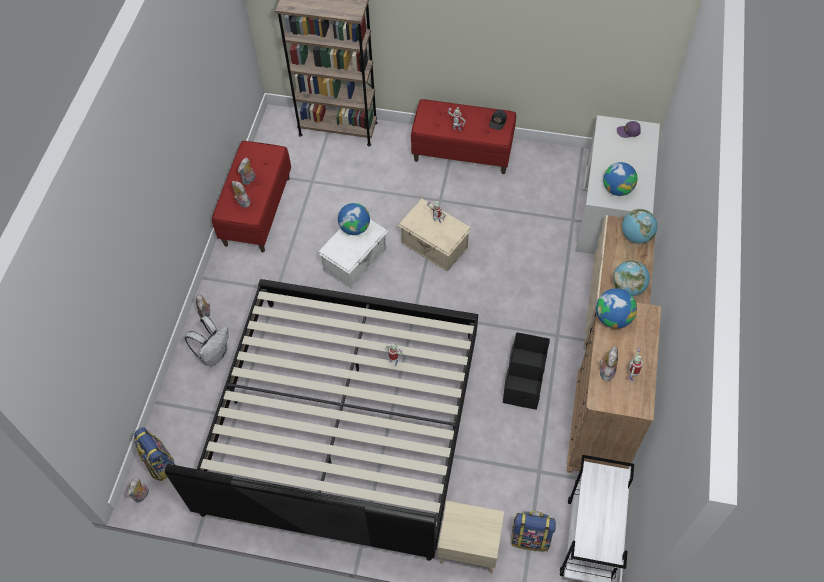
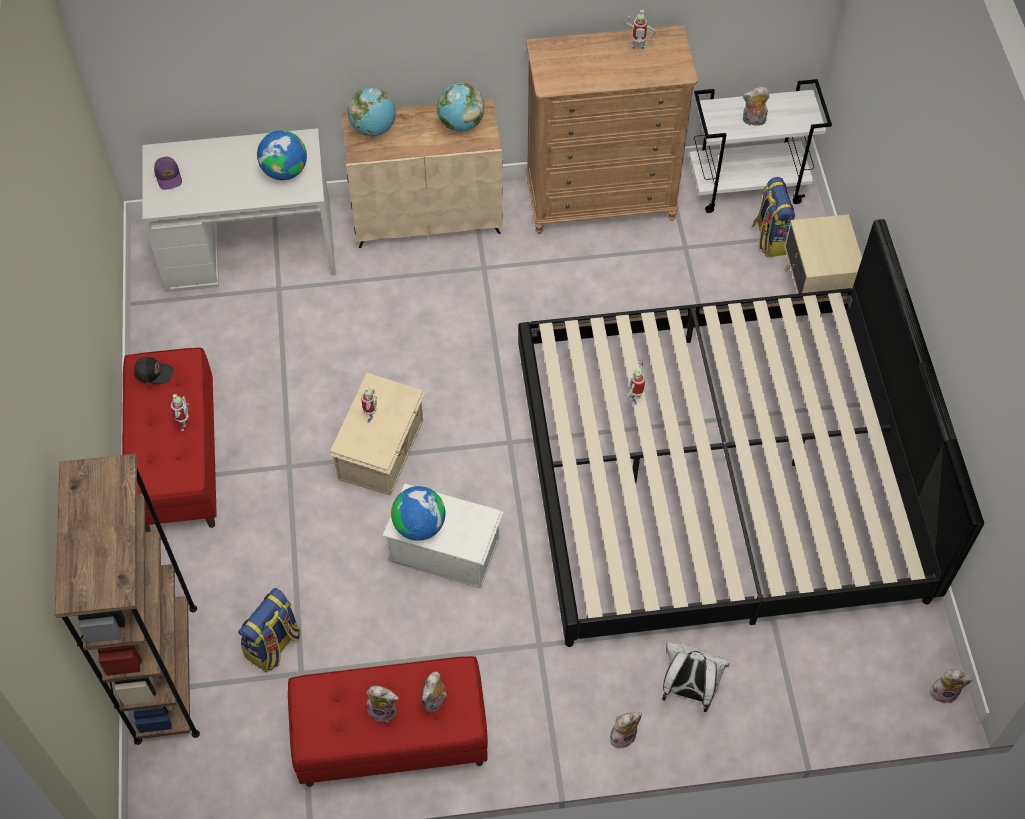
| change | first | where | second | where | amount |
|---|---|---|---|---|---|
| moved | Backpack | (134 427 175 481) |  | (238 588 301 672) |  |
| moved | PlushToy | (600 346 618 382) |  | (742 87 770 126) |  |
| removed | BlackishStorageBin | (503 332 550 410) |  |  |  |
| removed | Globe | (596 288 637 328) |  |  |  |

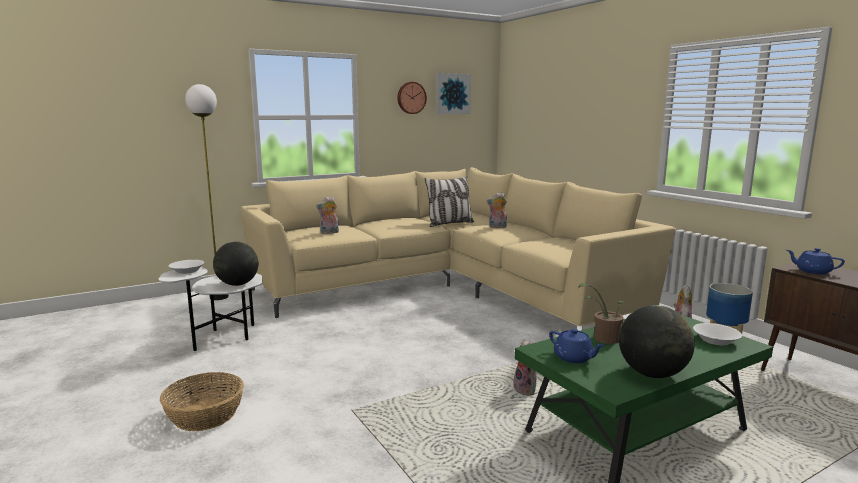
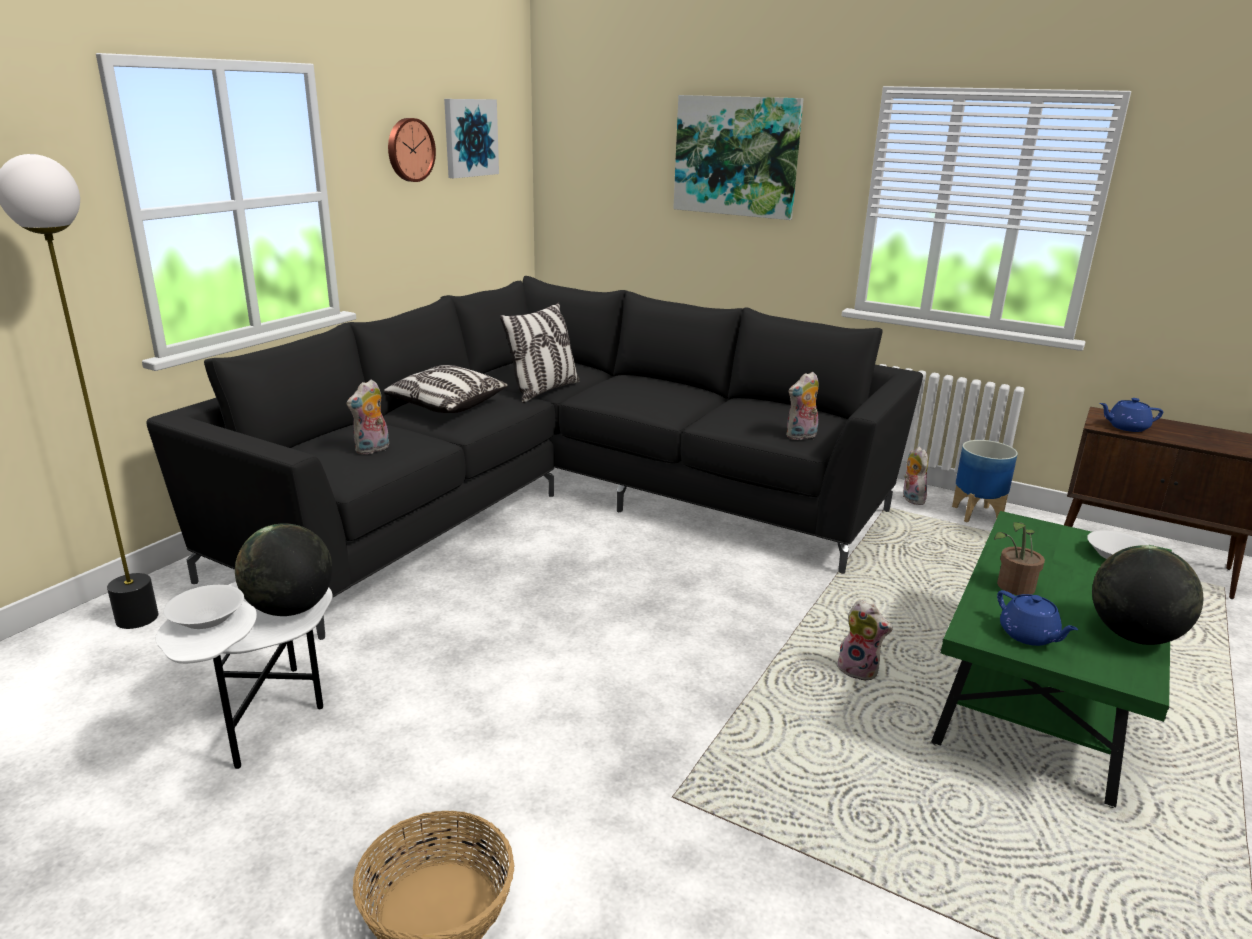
| change | first | where | second | where | amount |
|---|---|---|---|---|---|
| recoloured | BeigeColouredSofa | (241 167 675 331) | BlackishSofa | (146 276 923 640) |  |
| added |  |  | Cushion | (384 365 508 413) |  |
| added |  |  | Picture | (673 95 804 220) |  |
| moved | PlushToy | (486 193 507 228) |  | (786 372 819 440) |  |
| turned | BlueTeapot | (549 329 605 363) |  | (997 590 1078 646) | 45 degrees clockwise |

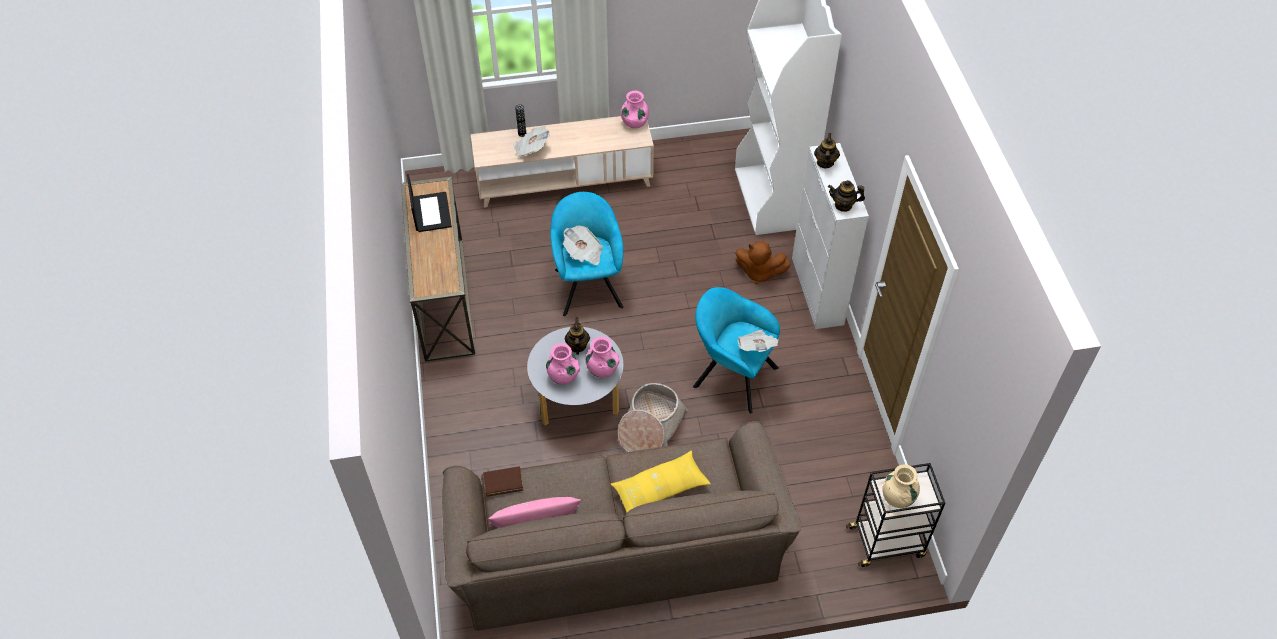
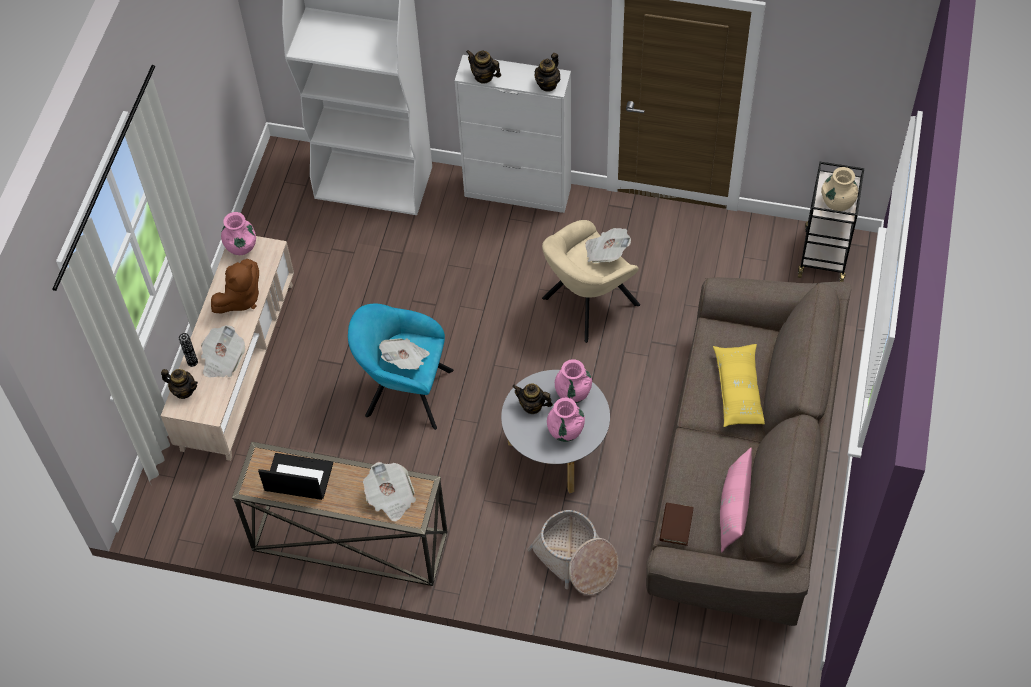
| change | first | where | second | where | amount |
|---|---|---|---|---|---|
| added |  |  | Teapot | (161 369 198 399) |  |
| moved | BrownColouredPlushToy | (735 241 791 284) |  | (211 259 259 314) |  |
| added |  |  | PrintedPaper | (363 462 416 521) |  |
| moved | HouseholdBasket | (618 383 688 452) |  | (527 510 619 595) |  |
| recoloured | TurquoiseColouredArmchair | (693 287 780 413) | BeigeColouredArmchair | (542 220 640 343) |  |

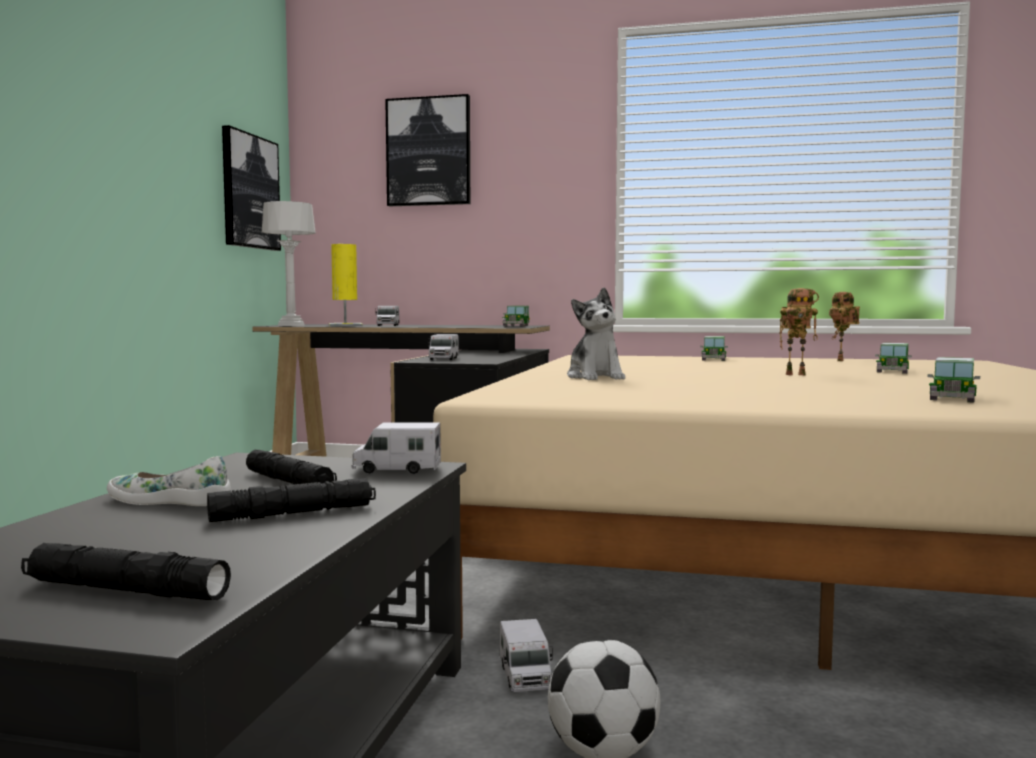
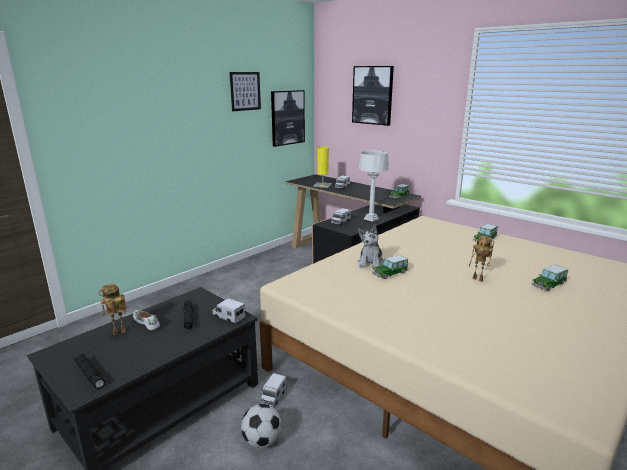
| change | first | where | second | where | amount |
|---|---|---|---|---|---|
| moved | ToyRobot | (829 292 860 361) |  | (99 284 127 335) |  |
| added |  |  | Picture | (230 72 261 111) |  |
| moved | GreyishLampForATable | (262 201 316 326) |  | (359 151 389 222) |  |
| moved | ToyCar | (928 357 980 403) |  | (372 255 408 279) |  |
| removed | BlackishTorch | (207 478 376 522) |  |  |  |

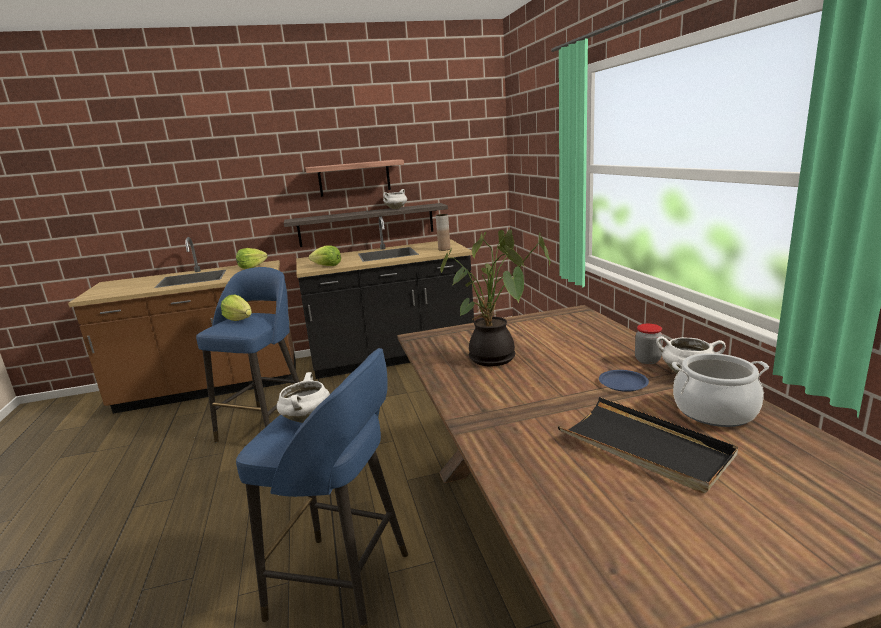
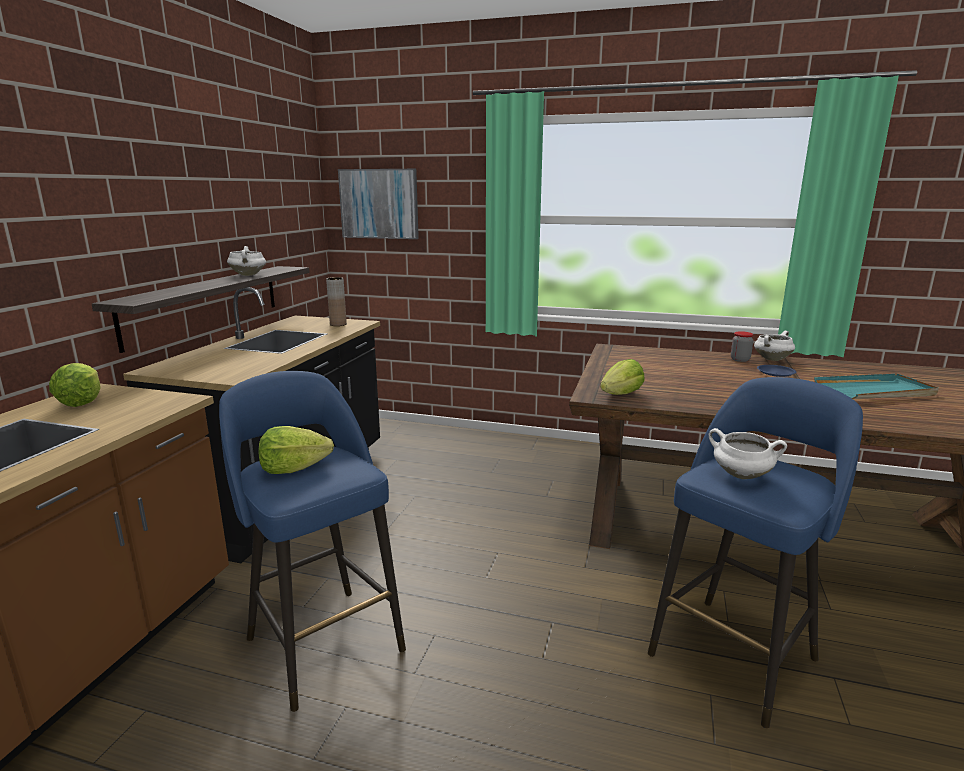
| change | first | where | second | where | amount |
|---|---|---|---|---|---|
| added |  |  | Picture | (338 169 419 239) |  |
| moved | HeadOfLettuce | (309 245 341 266) |  | (600 359 645 395) |  |
| recoloured | BlackishTray | (558 397 738 493) | TurquoiseColouredTray | (814 374 939 399) |  |
| removed | Shelf | (305 159 404 197) |  |  |  |
| removed | Houseplant | (440 229 551 366) |  |  |  |
| removed | CookingPot | (672 353 769 427) |  |  |  |

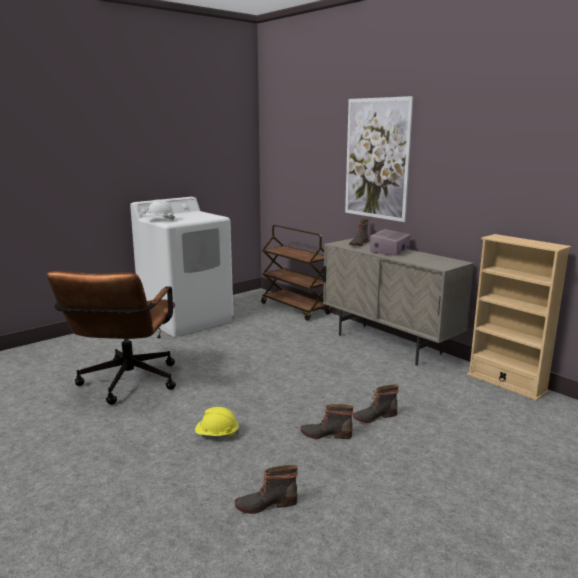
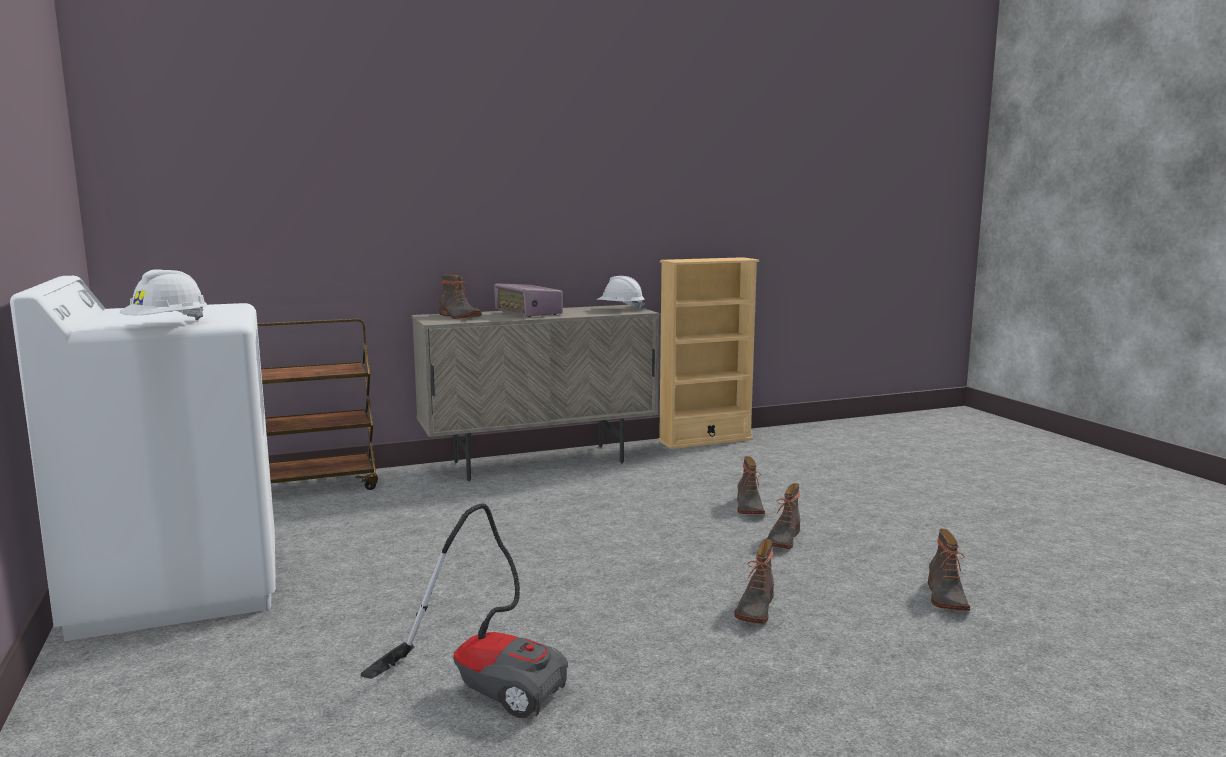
| change | first | where | second | where | amount |
|---|---|---|---|---|---|
| replaced | BrownColouredComputerChair | (46 271 176 405) | Hoover | (360 503 568 718) |  |
| added |  |  | WhiteWorkHelmet | (597 276 645 310) |  |
| replaced | YellowColouredWorkHelmet | (195 407 240 436) | HighTopBoot | (734 539 774 624) |  |
| removed | Picture | (345 96 414 222) |  |  |  |

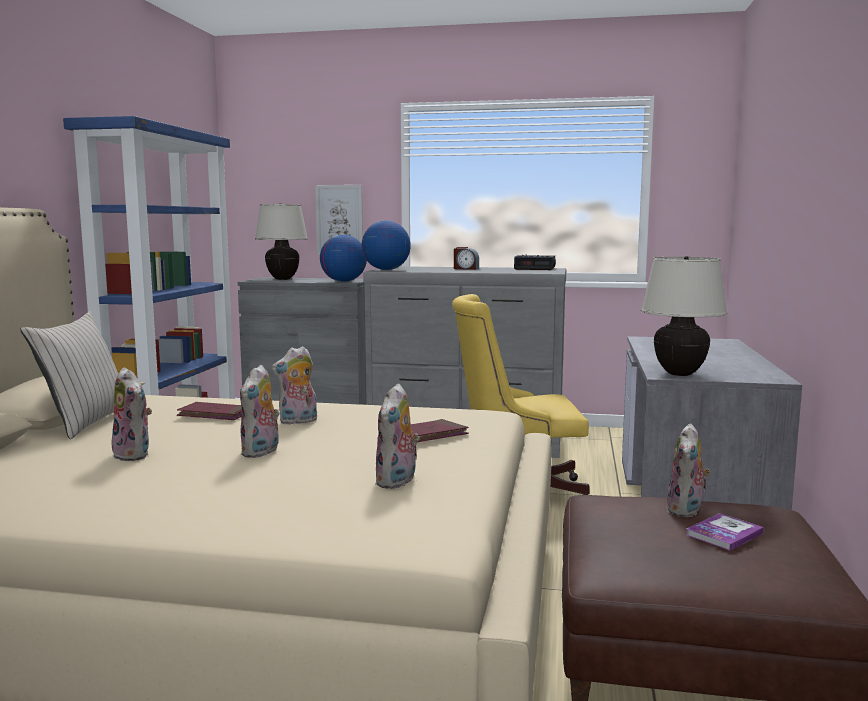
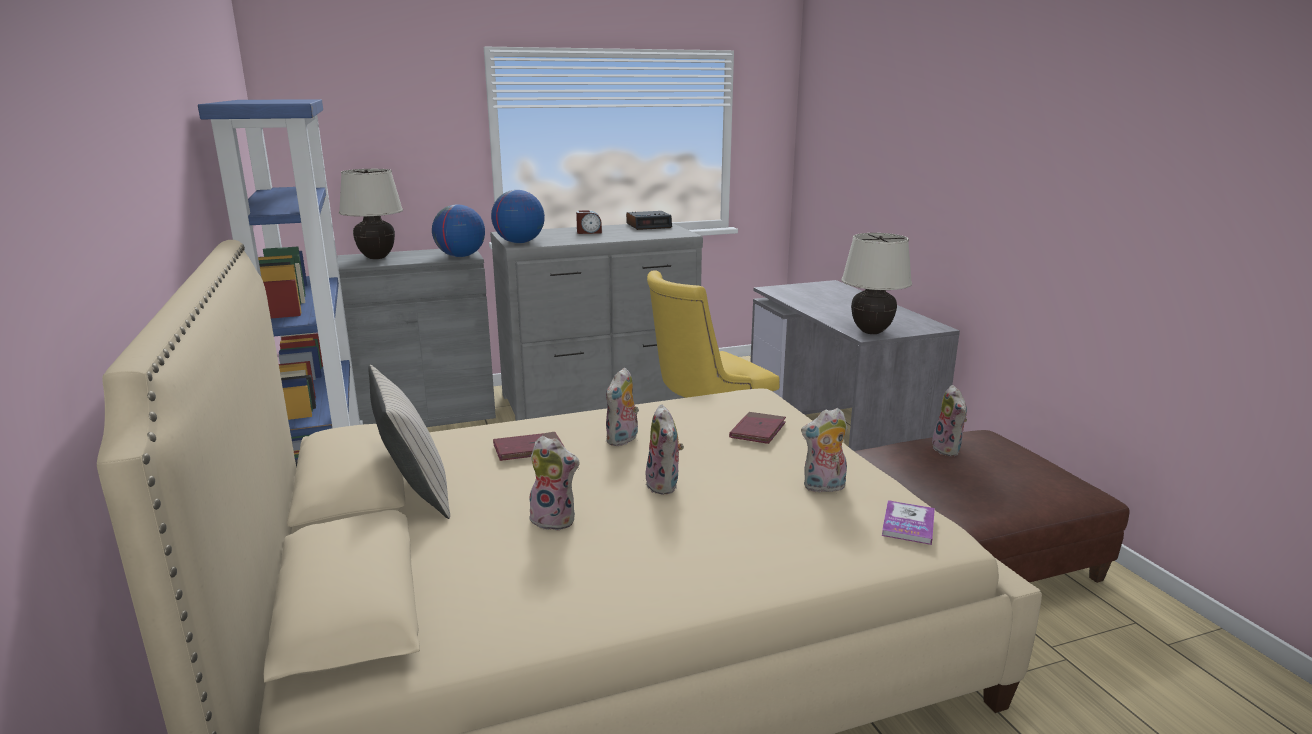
| change | first | where | second | where | amount |
|---|---|---|---|---|---|
| turned | PlushToy | (375 383 420 489) |  | (801 408 847 493) | 90 degrees clockwise |
| moved | Volume | (686 513 764 551) |  | (882 500 935 545) |  |
| removed | Picture | (315 185 363 255) |  |  |  |

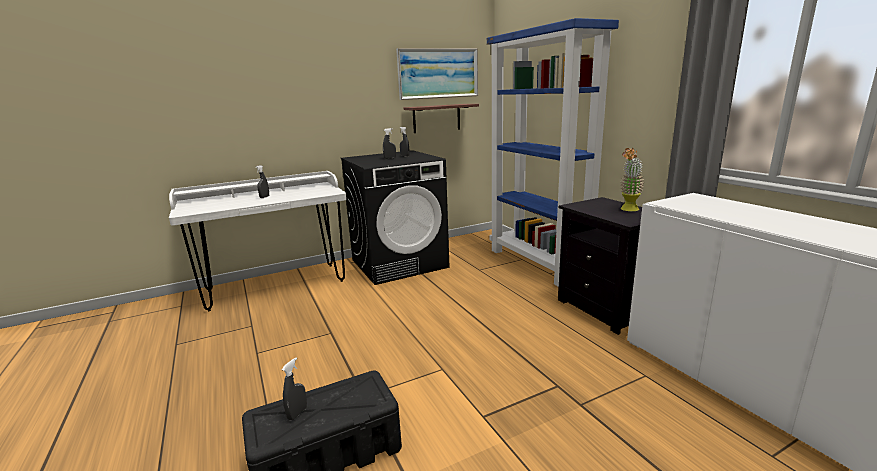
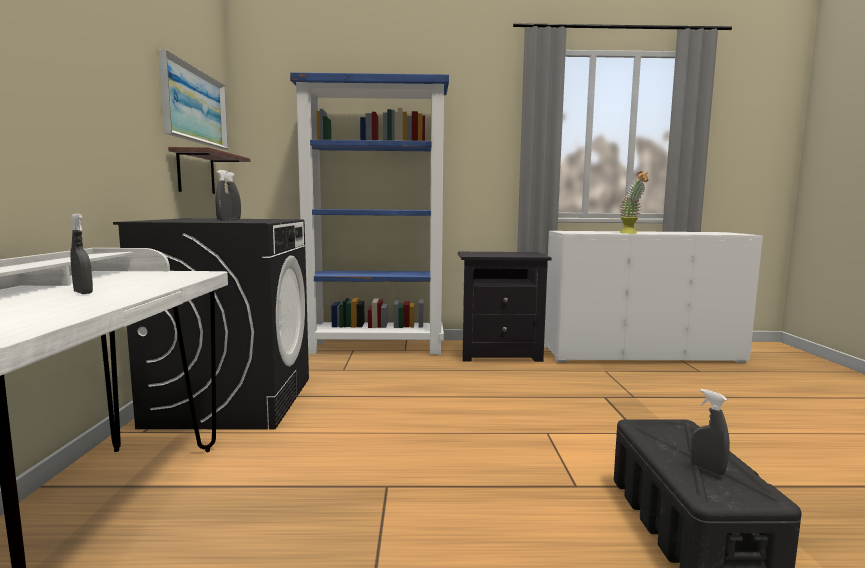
| change | first | where | second | where | amount |
|---|---|---|---|---|---|
| moved | Houseplant | (620 148 645 211) |  | (619 171 649 234) |  |

